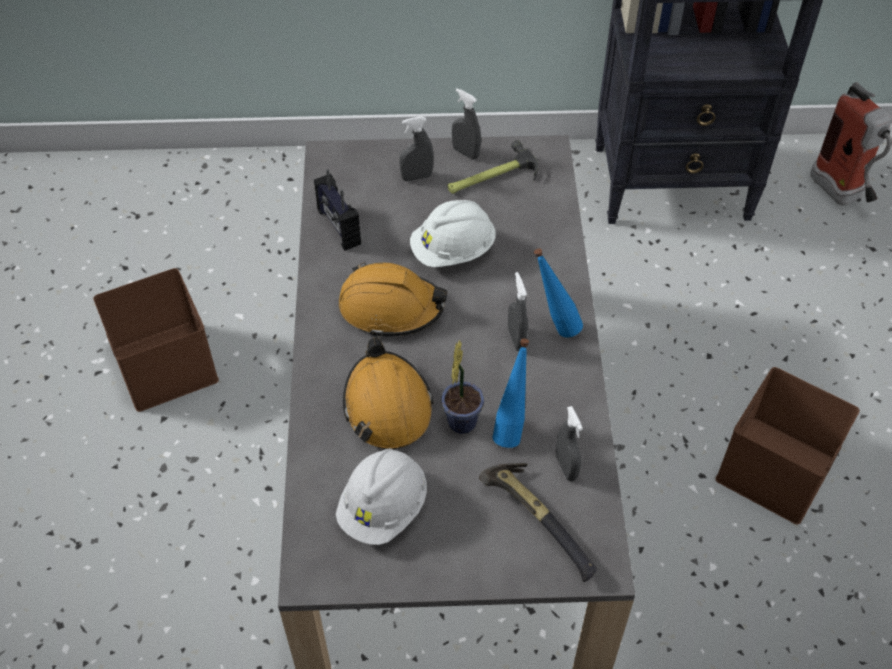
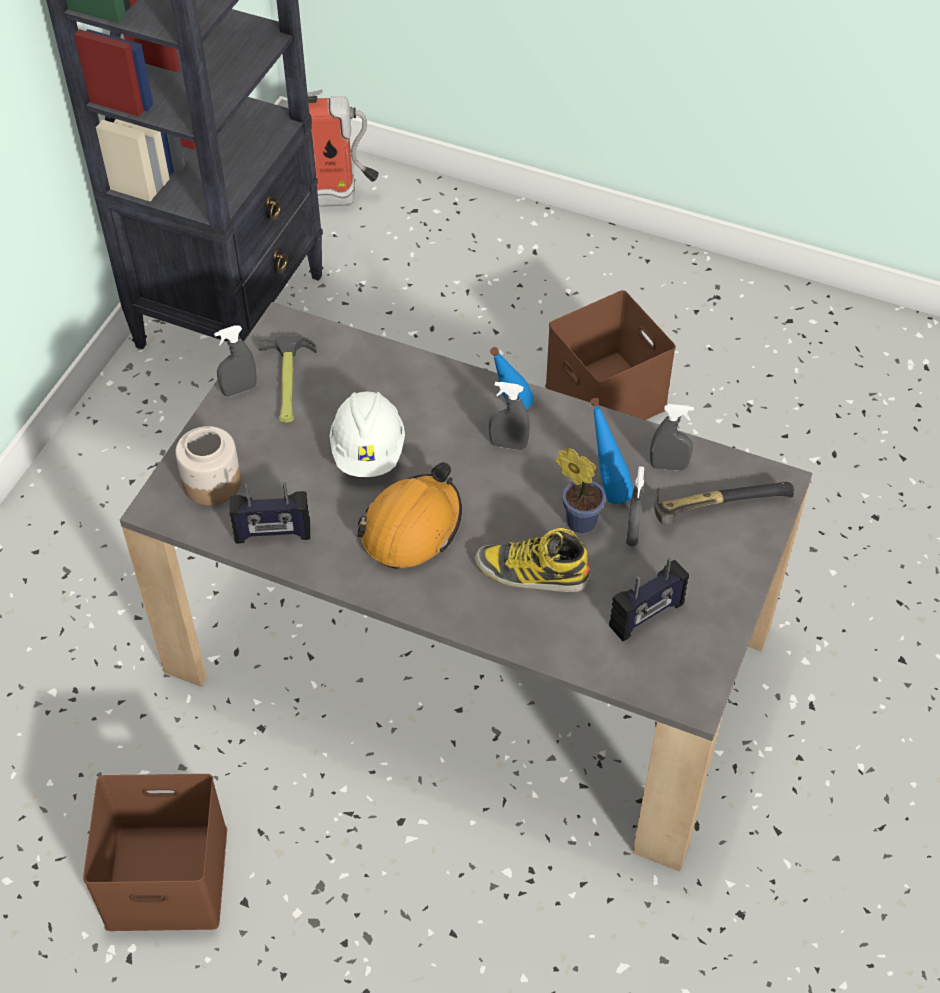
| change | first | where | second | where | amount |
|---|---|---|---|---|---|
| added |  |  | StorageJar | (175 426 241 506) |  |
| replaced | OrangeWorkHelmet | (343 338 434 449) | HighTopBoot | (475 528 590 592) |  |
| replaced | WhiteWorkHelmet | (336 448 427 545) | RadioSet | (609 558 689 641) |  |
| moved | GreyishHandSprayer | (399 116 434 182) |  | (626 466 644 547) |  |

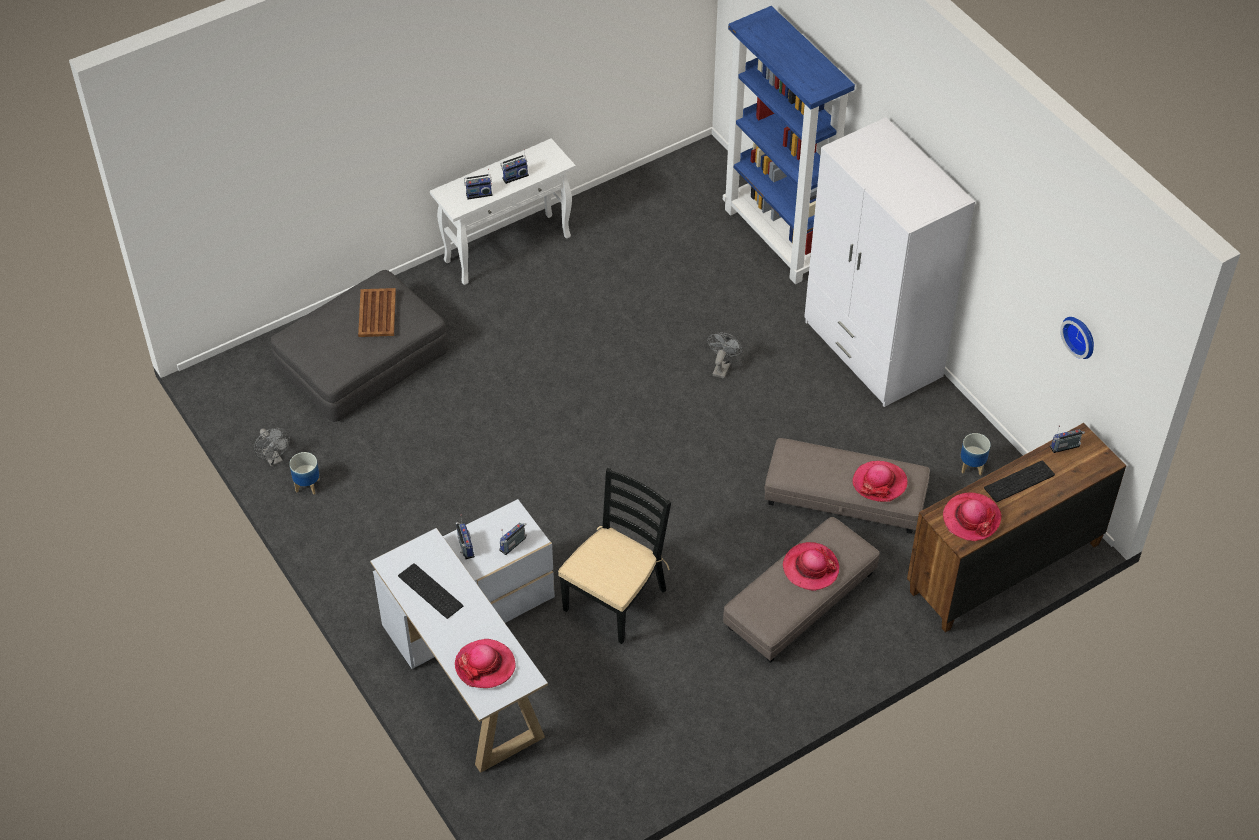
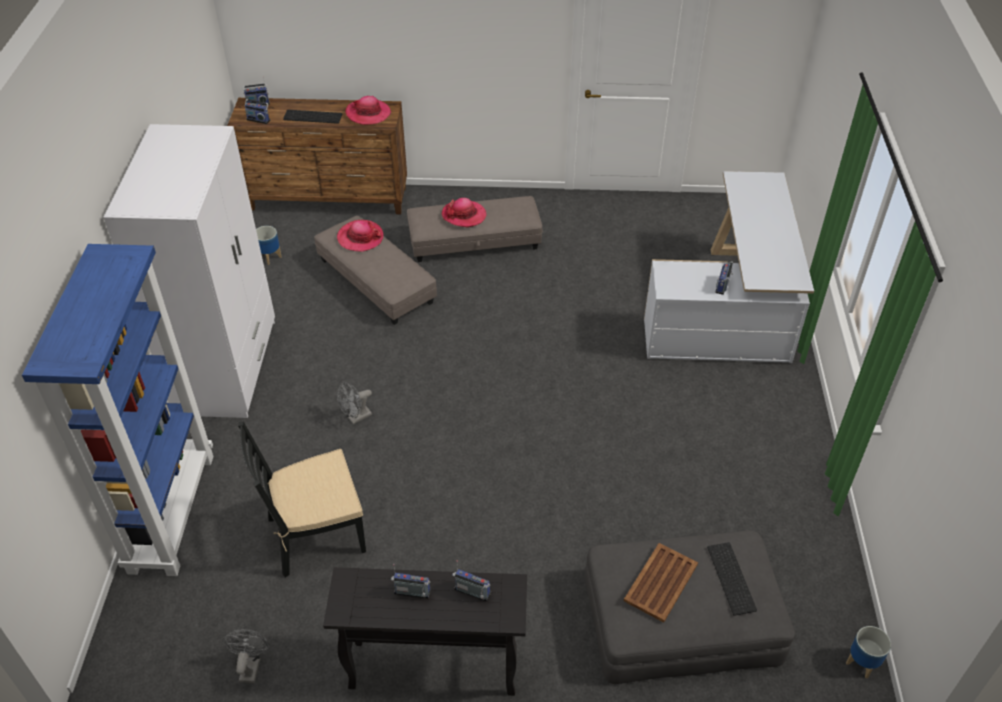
| change | first | where | second | where | amount |
|---|---|---|---|---|---|
| moved | GreyishElectricFan | (254 428 290 466) |  | (222 629 270 683) |  |
| moved | BlackishPlainChair | (558 468 671 644) |  | (238 422 366 578) |  |
| moved | RadioSet | (499 523 527 555) |  | (242 76 270 105) |  |
| recoloured | WhiteNarrowTable | (430 138 576 285) | BlackishNarrowTable | (323 567 527 696) |  |
| moved | PcKeyboard | (398 563 463 619) |  | (707 542 757 616) |  |
| moved | Planter | (289 452 320 495) |  | (846 626 891 678) |  |
| removed | WearableHat | (455 639 515 688) |  |  |  |
| removed | WallClock | (1060 317 1094 359) |  |  |  |

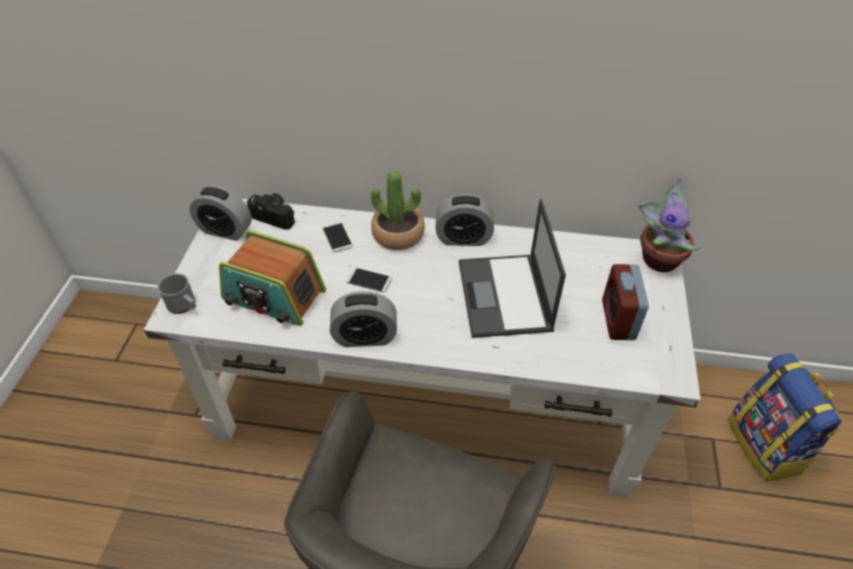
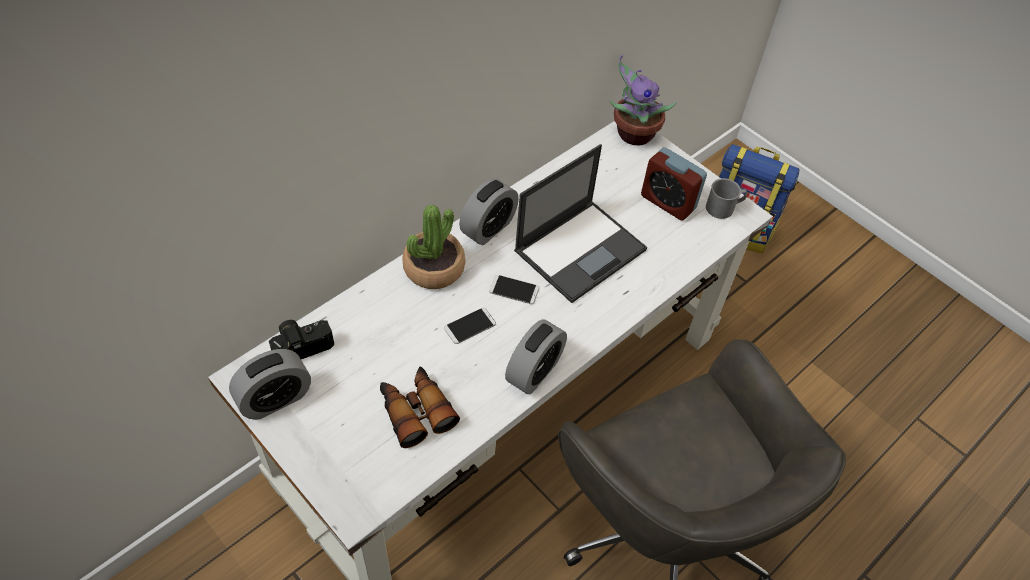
| change | first | where | second | where | amount |
|---|---|---|---|---|---|
| replaced | RadioSet | (219 230 326 326) | PairOfBinoculars | (380 366 460 448) |  |
| moved | Handset | (323 222 353 252) |  | (489 275 539 304) |  |
| turned | Laptop | (459 199 566 338) |  | (514 144 647 303) | 75 degrees counterclockwise |
| moved | GreyishCoffeeMug | (157 273 196 314) |  | (706 178 748 219) |  |

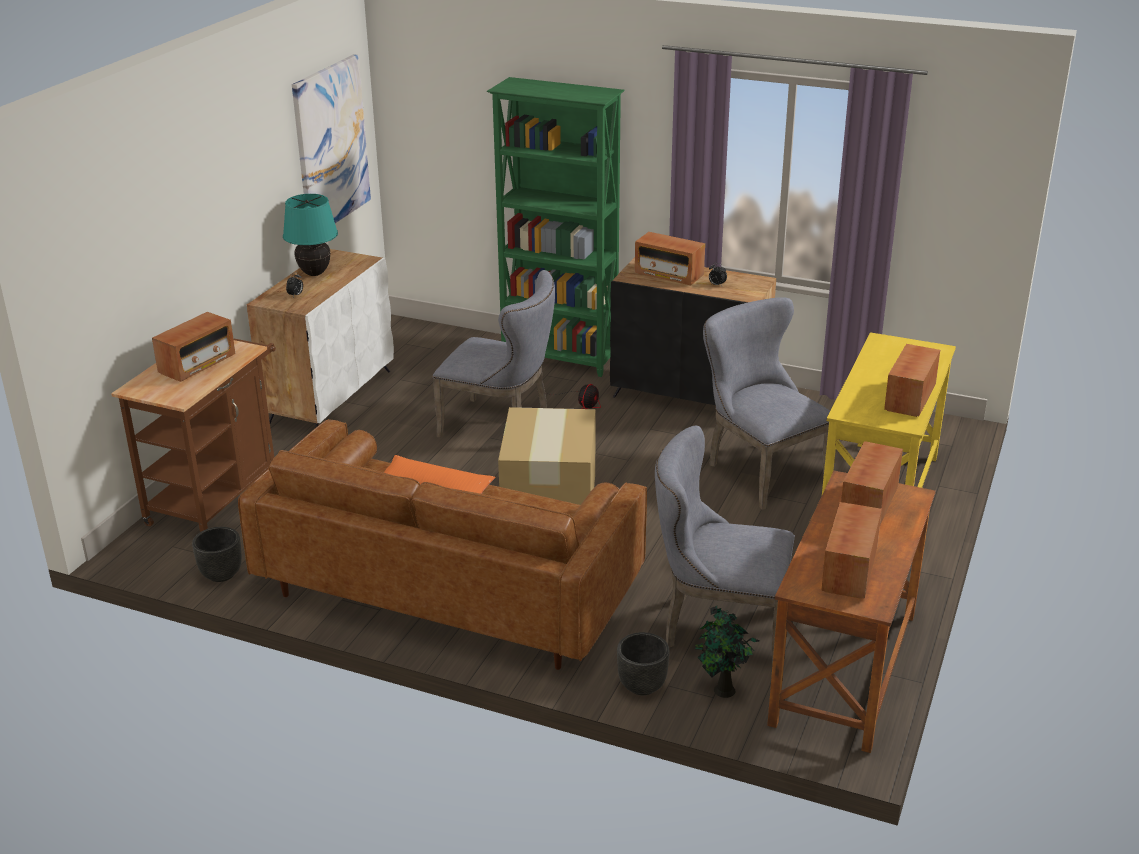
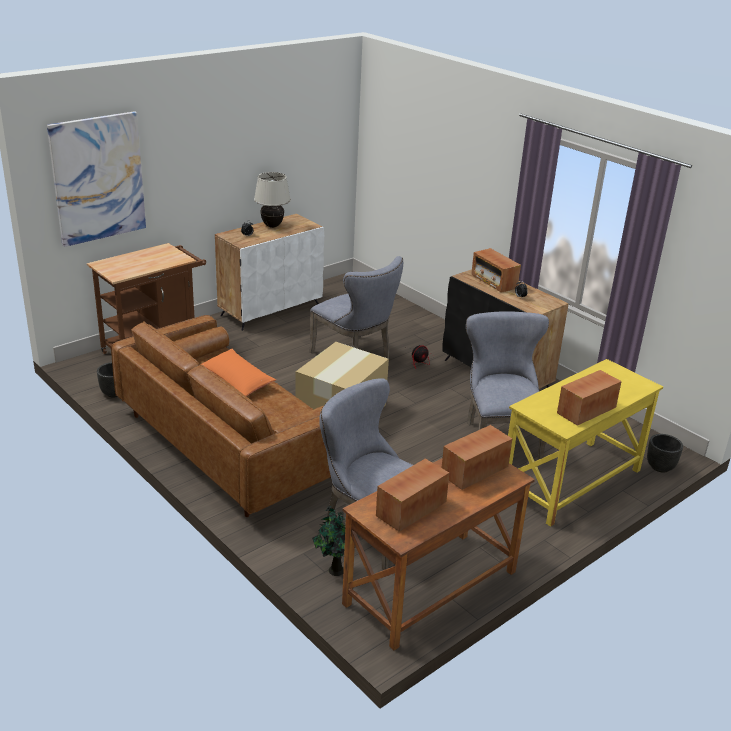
| change | first | where | second | where | amount |
|---|---|---|---|---|---|
| moved | Picture | (292 54 371 223) |  | (47 111 146 247) |  |
| recoloured | TurquoiseColouredLampForATable | (283 194 338 276) | BeigeColouredLampForATable | (254 172 291 228) |  |
| moved | BlackishPlanter | (617 632 670 695) |  | (647 434 683 473) |  |
| removed | RadioSet | (152 312 236 382) |  |  |  |
| removed | GreenColouredBookcase | (487 77 625 377) |  |  |  |

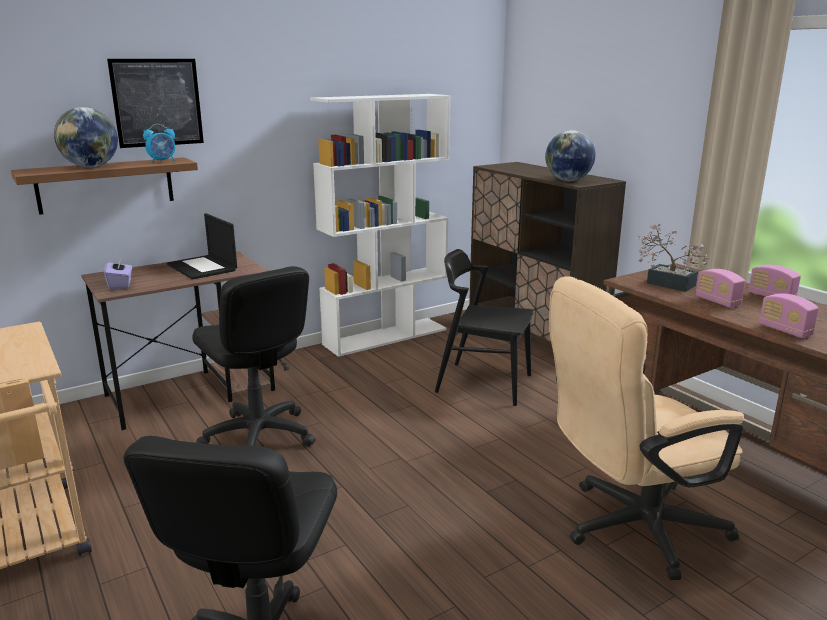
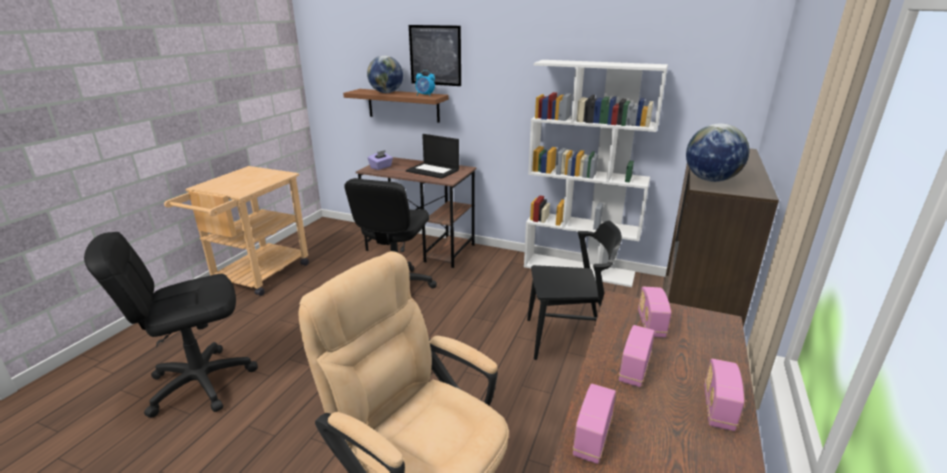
| change | first | where | second | where | amount |
|---|---|---|---|---|---|
| turned | Laptop | (167 213 237 280) |  | (406 134 459 179) | 75 degrees counterclockwise |
| turned | BlackishPlainChair | (435 249 534 406) |  | (527 221 622 360) | 105 degrees clockwise |
| replaced | Houseplant | (638 224 709 292) | RadioSet | (638 287 671 338) |  |

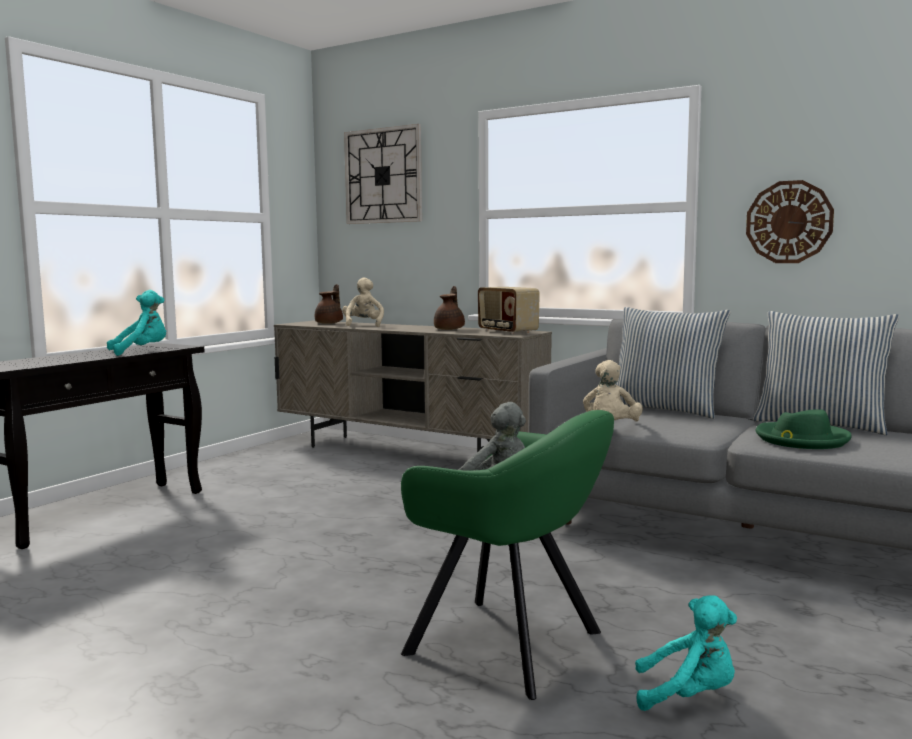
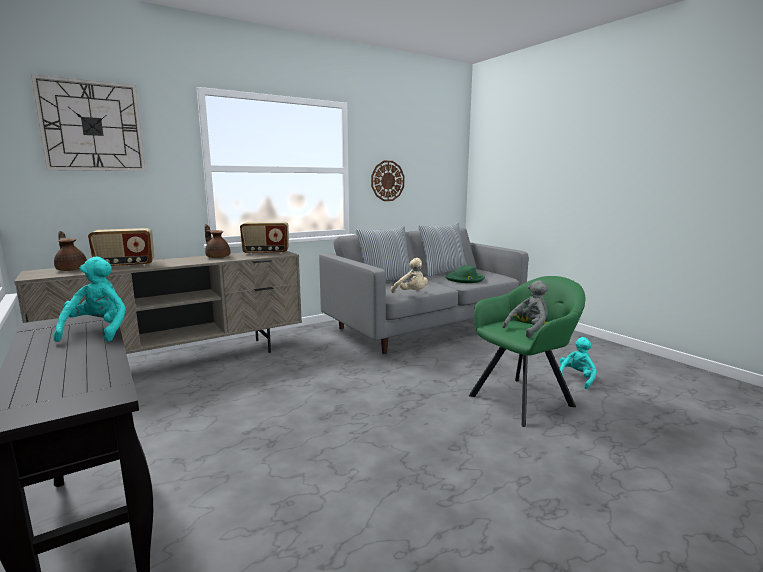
| change | first | where | second | where | amount |
|---|---|---|---|---|---|
| replaced | BeigeColouredPlushToy | (342 277 384 327) | RadioSet | (88 228 154 266) |  |

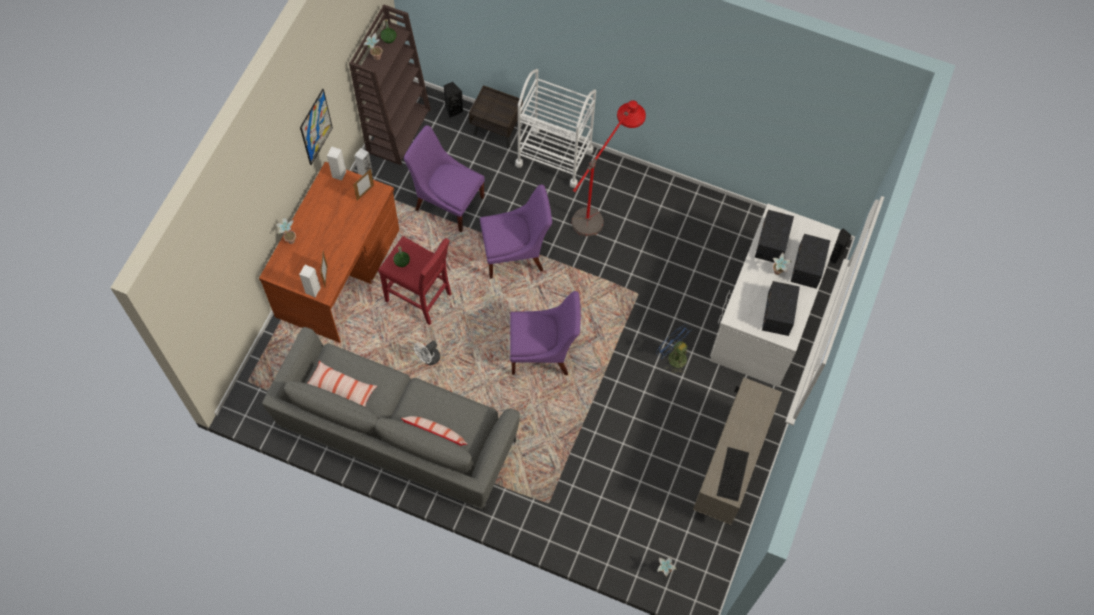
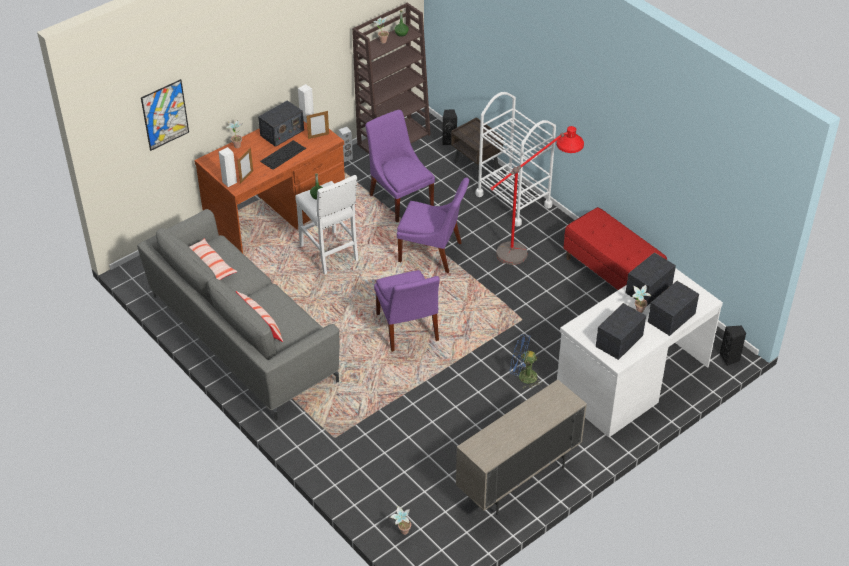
| change | first | where | second | where | amount |
|---|---|---|---|---|---|
| moved | Picture | (300 89 333 165) |  | (141 79 189 151) |  |
| added |  |  | RadioSet | (258 100 304 147) |  |
| moved | PcKeyboard | (717 447 749 501) |  | (260 140 306 170) |  |
| recoloured | RedSittingStool | (378 236 452 325) | WhiteSittingStool | (295 175 359 274) |  |
| turned | PurplePlainChair | (510 291 581 375) |  | (374 270 440 352) | 45 degrees clockwise |
| turned | BlueElectricFan | (656 324 692 373) |  | (510 334 542 389) | 60 degrees counterclockwise |
| added |  |  | RedIndoorBench | (564 207 667 290) |  |
| removed | WhiteElectricFan | (414 341 440 365) |  |  |  |

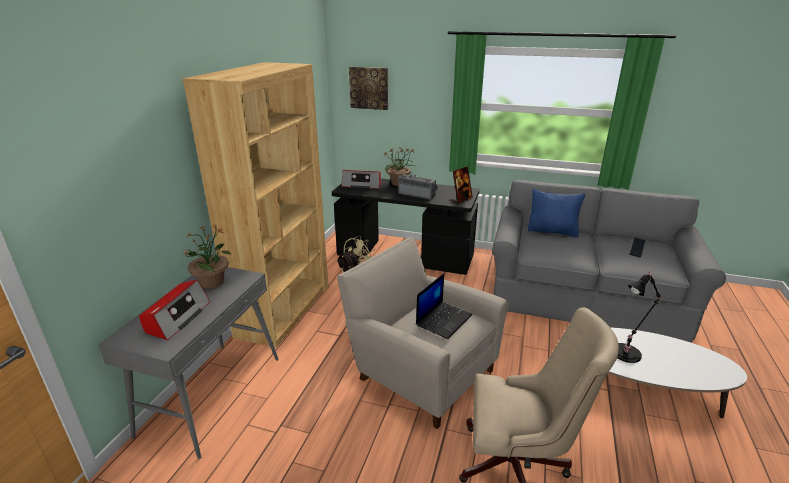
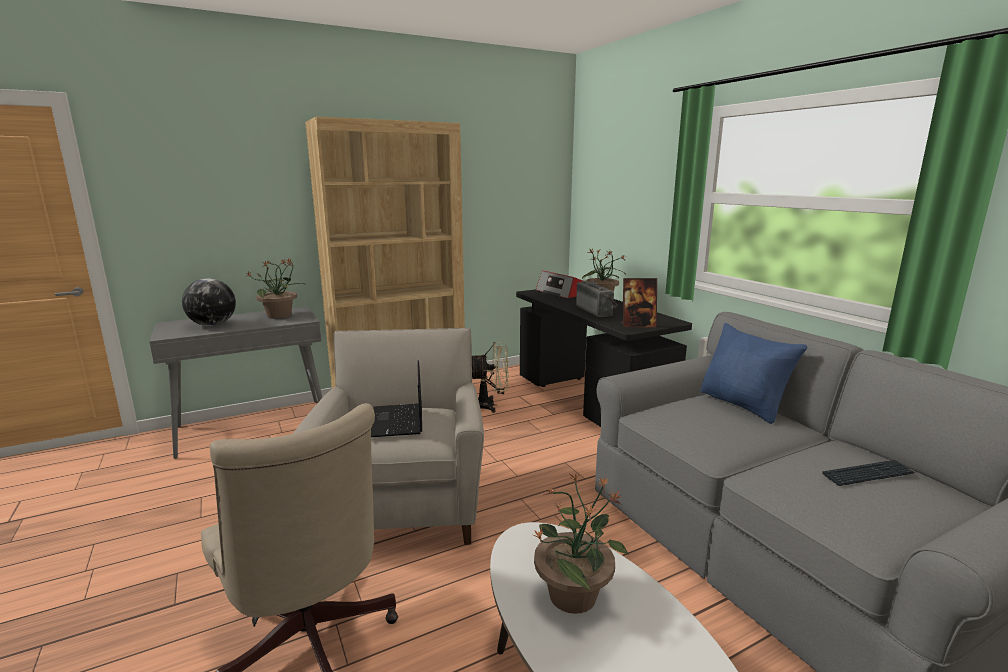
| change | first | where | second | where | amount |
|---|---|---|---|---|---|
| replaced | RadioSet | (139 280 210 341) | Globe | (182 278 236 326) |  |
| turned | Laptop | (416 274 473 339) |  | (371 361 422 437) | 90 degrees clockwise |
| replaced | BlackishLampForATable | (617 272 661 363) | Houseplant | (533 473 629 614) |  |
| removed | Picture | (349 67 388 110) |  |  |  |

